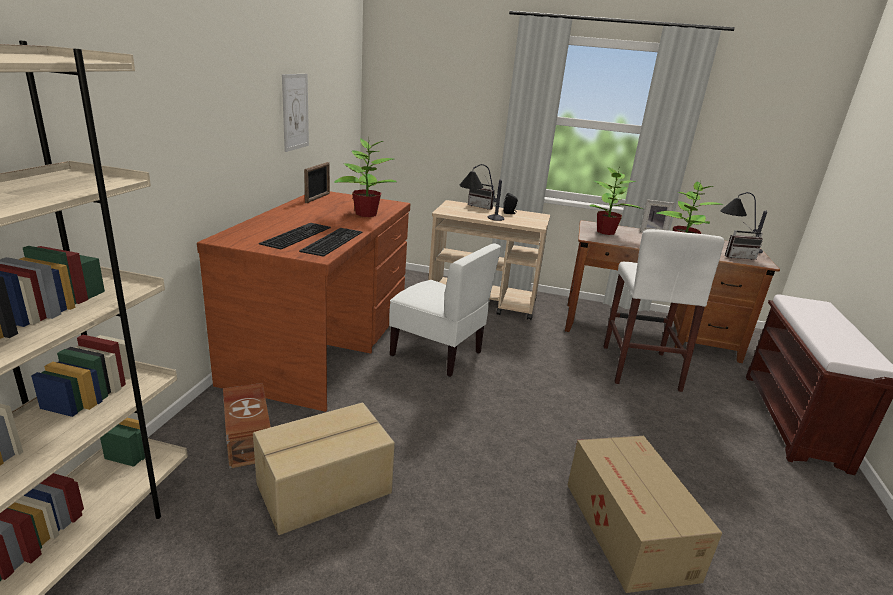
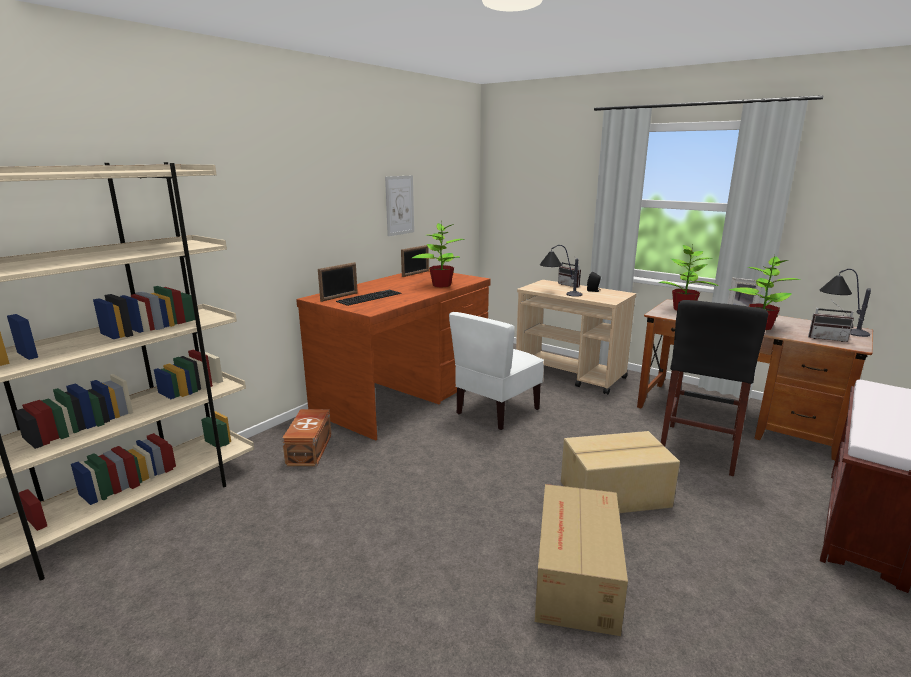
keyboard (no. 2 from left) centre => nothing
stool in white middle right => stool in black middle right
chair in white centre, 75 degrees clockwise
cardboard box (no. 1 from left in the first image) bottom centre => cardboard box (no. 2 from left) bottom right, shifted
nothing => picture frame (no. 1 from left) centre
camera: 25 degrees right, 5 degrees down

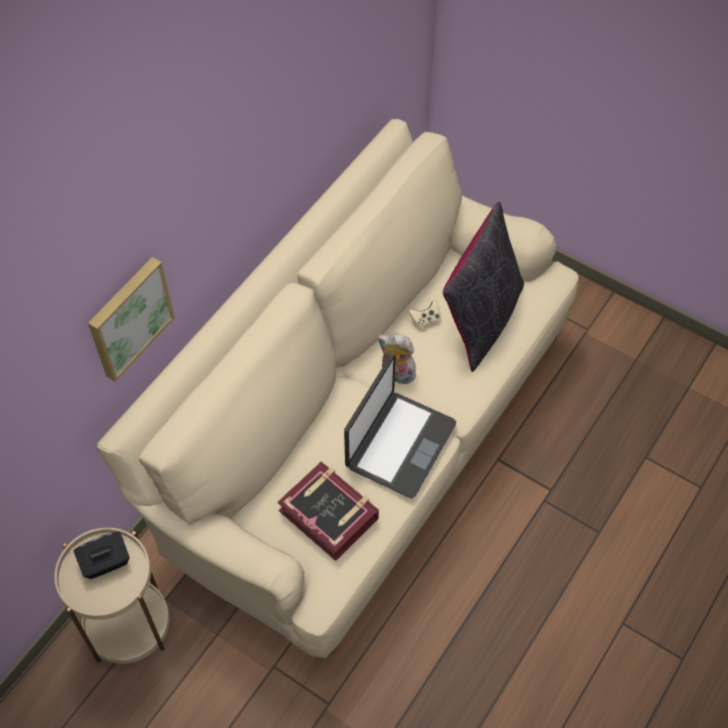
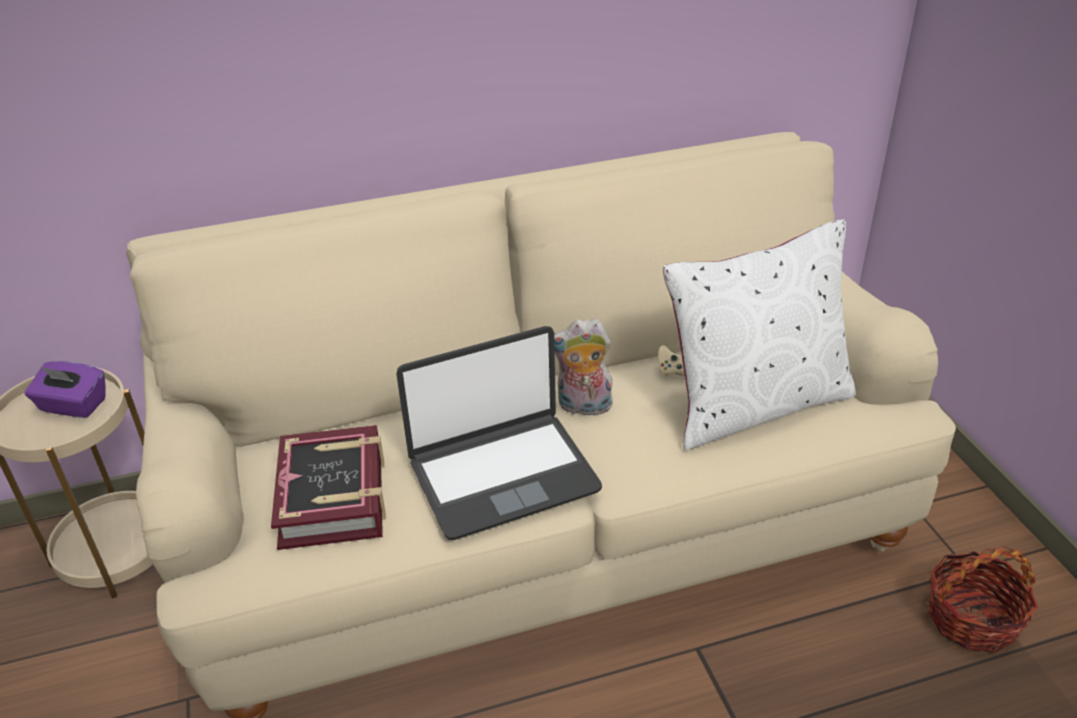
pillow in black centre => pillow in white middle right
picture middle left => nothing
plush toy centre, 60 degrees counterclockwise
tissue box in black bottom left => tissue box in purple middle left
nothing => basket bottom right
camera: 40 degrees right, 20 degrees down

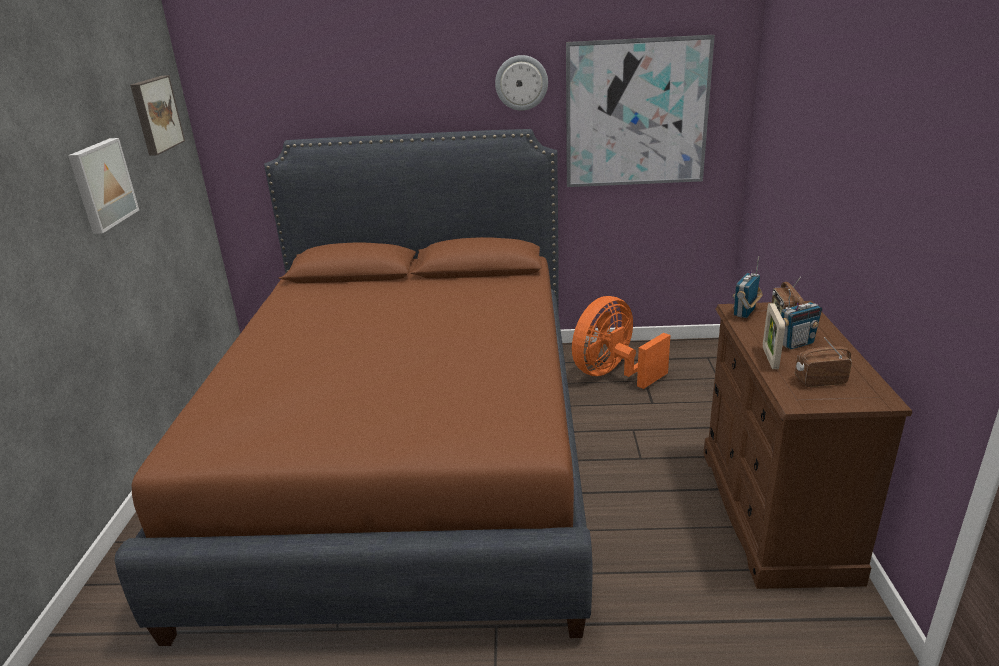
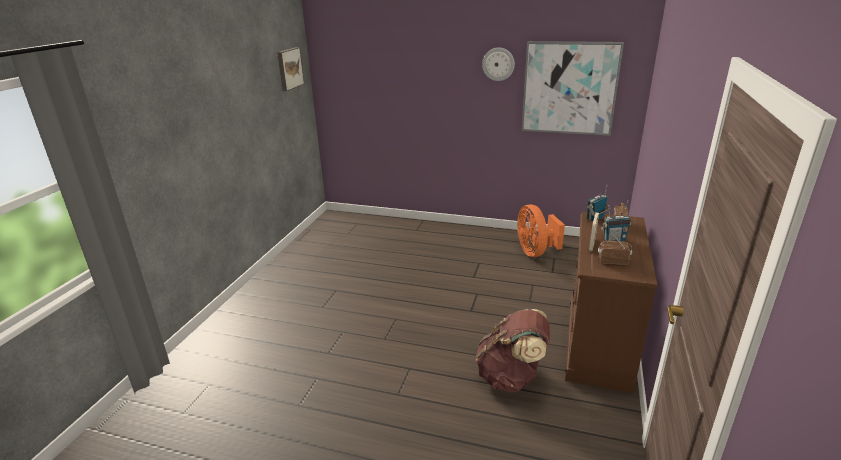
bed in brown centre => nothing
picture (no. 1 from left) top left => nothing
fan in orange centre, 75 degrees counterclockwise
nothing => backpack in brown bottom centre
camera: 15 degrees right, 0 degrees up

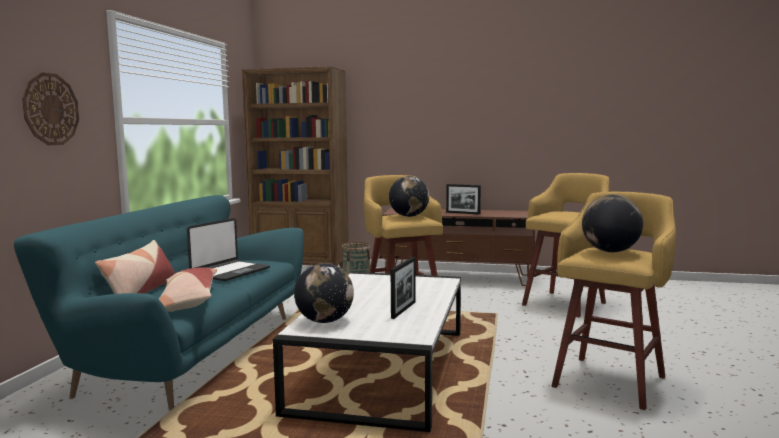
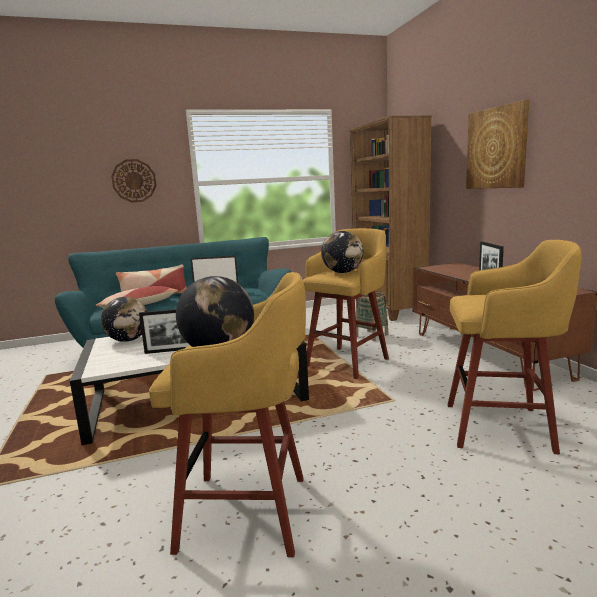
nothing => picture top right
camera: 60 degrees right, 5 degrees up

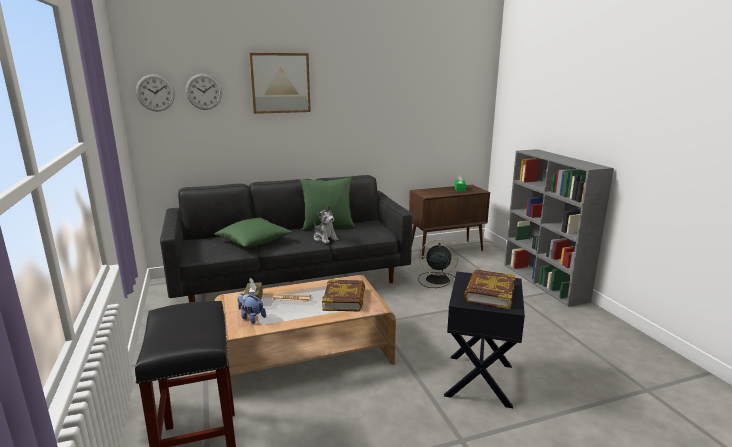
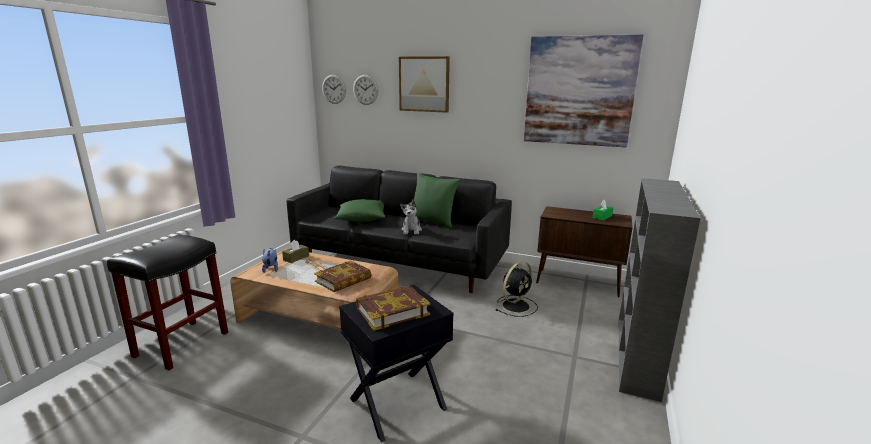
fan in black centre, 90 degrees clockwise
nothing => picture (no. 2 from left) top right
camera: 40 degrees right, 0 degrees up

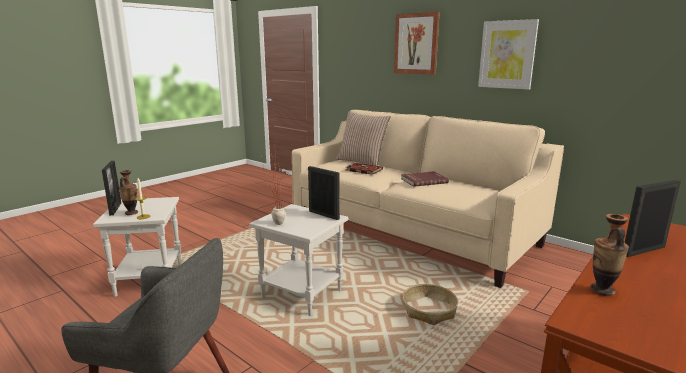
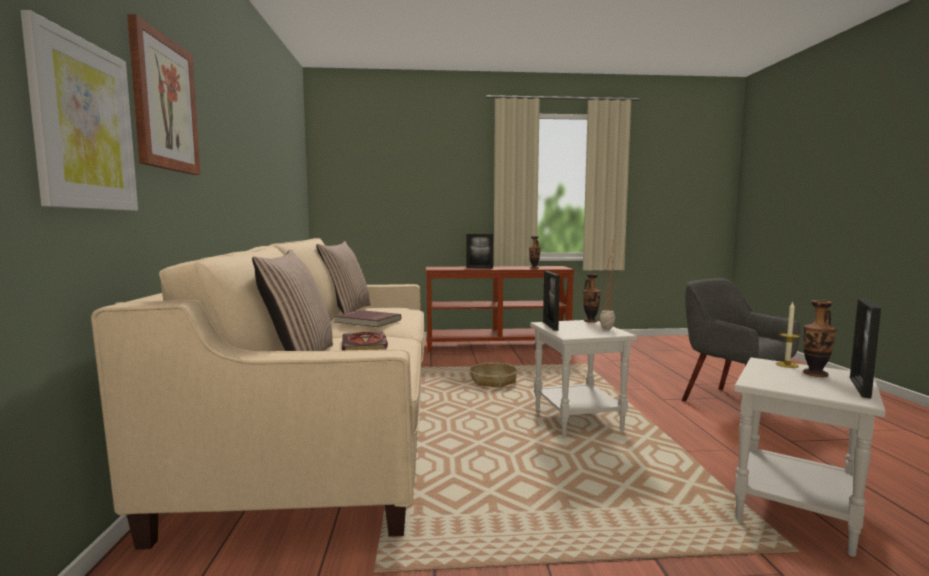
picture (no. 2 from left in the first image) top right => picture (no. 1 from left) top left, shifted
nothing => pillow (no. 2 from left) centre
nothing => vase (no. 2 from left) centre
camera: 135 degrees left, 10 degrees down

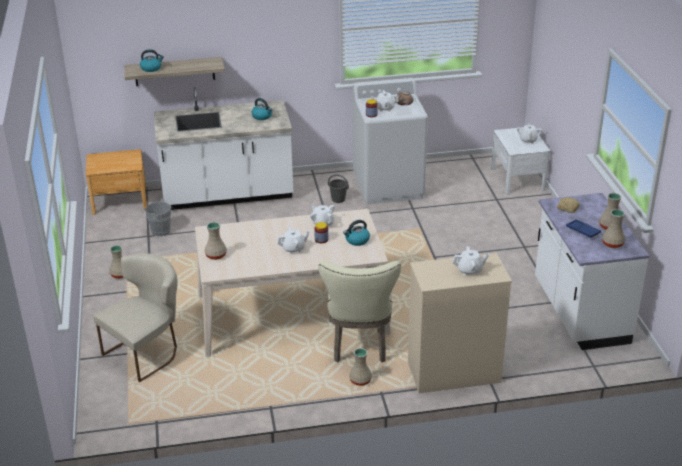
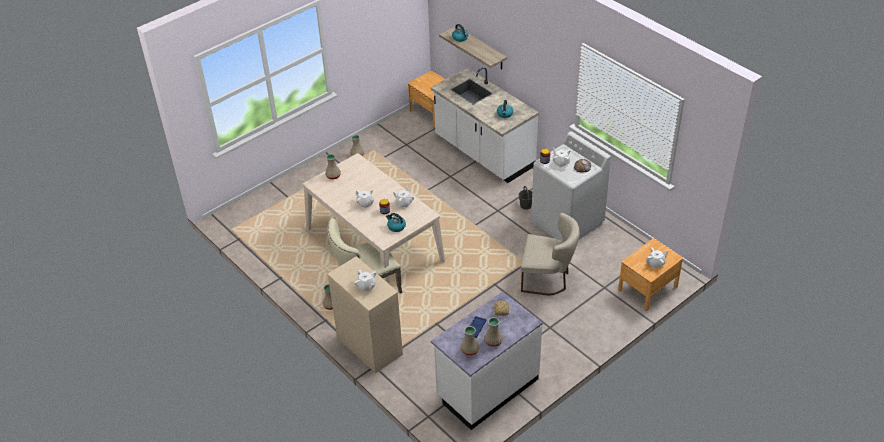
nightstand in white middle right => nightstand in brown (no. 2 from left) middle right
bucket in grey (no. 1 from left) middle left => nothing
chair in beige (no. 1 from left in the first image) bottom left => chair in beige (no. 2 from left) centre, shifted
camera: 60 degrees right, 10 degrees up

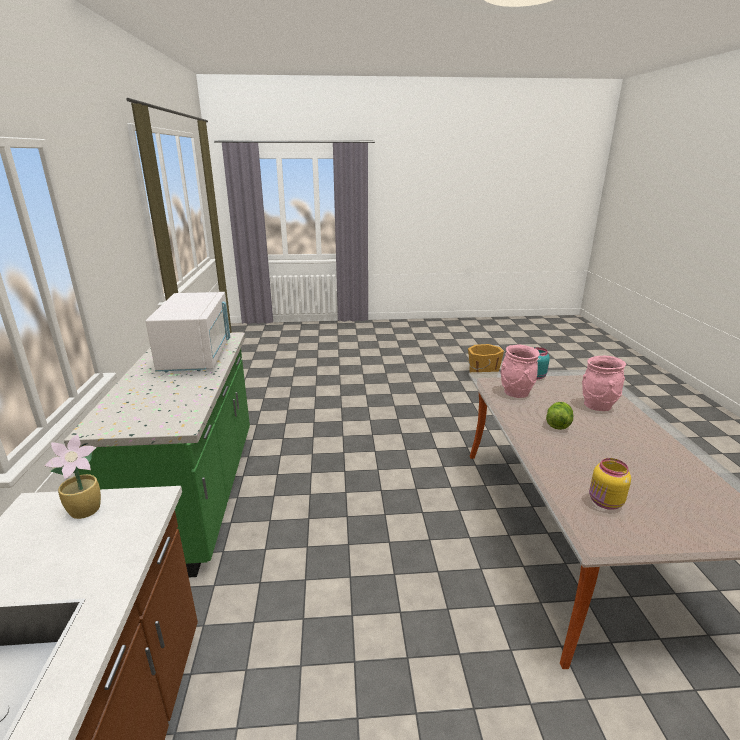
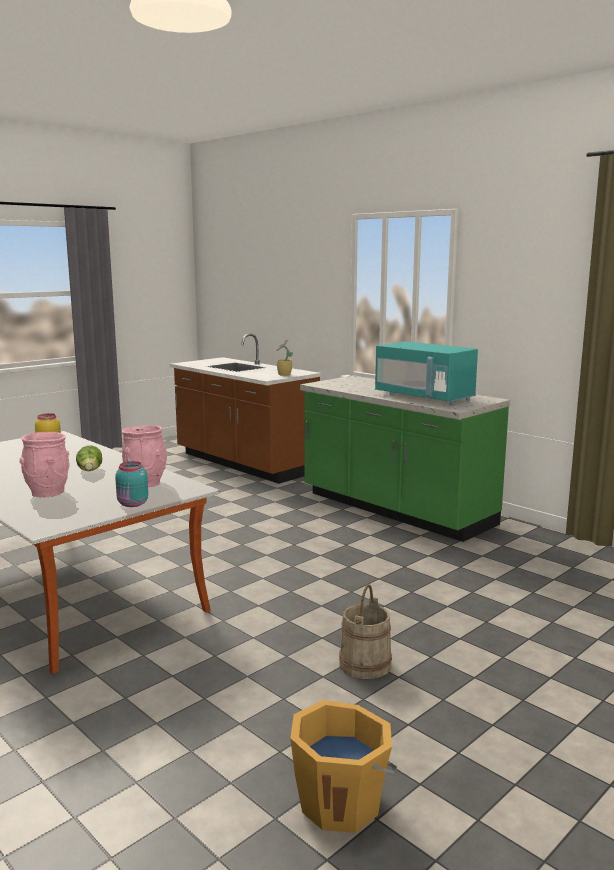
microwave in white middle left => microwave in turquoise middle right
nothing => bucket in beige bottom centre
camera: 140 degrees right, 10 degrees down

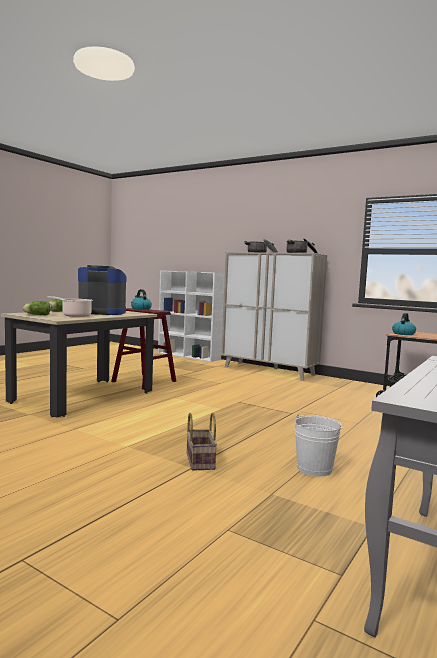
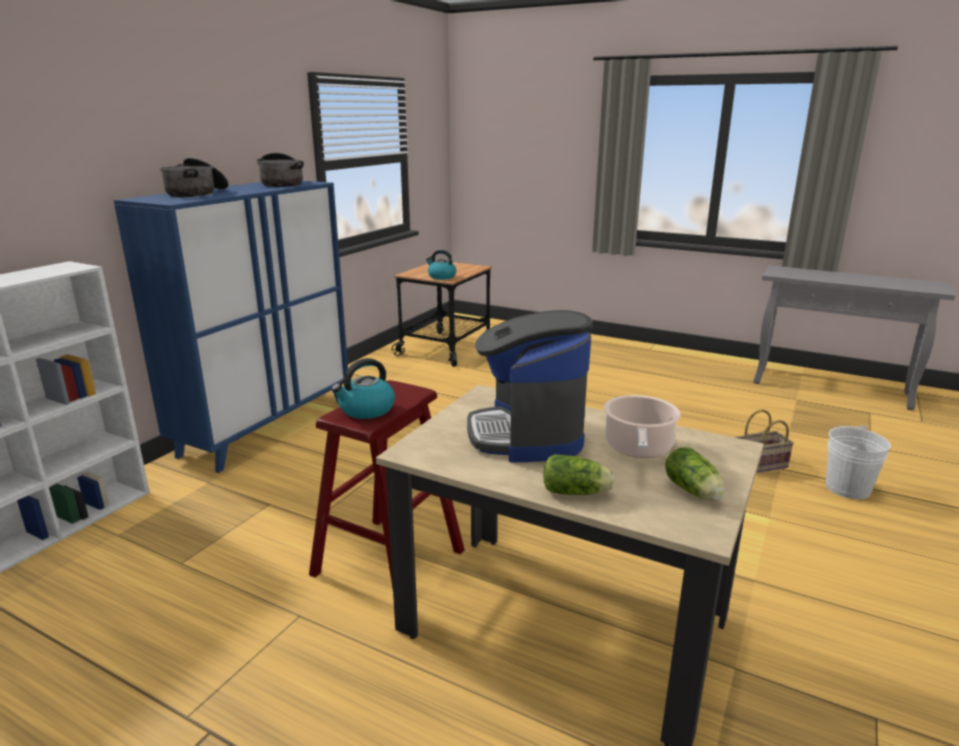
cabinet in beige centre => cabinet in blue middle left
bucket in white bottom right => bucket in white middle right, shifted
camera: 95 degrees left, 15 degrees up

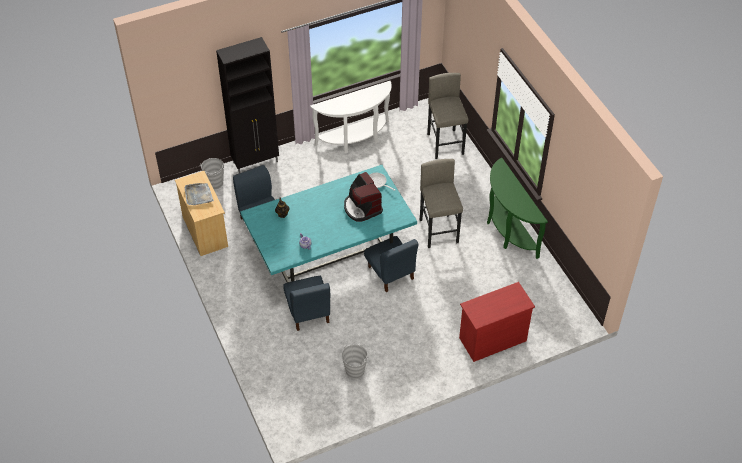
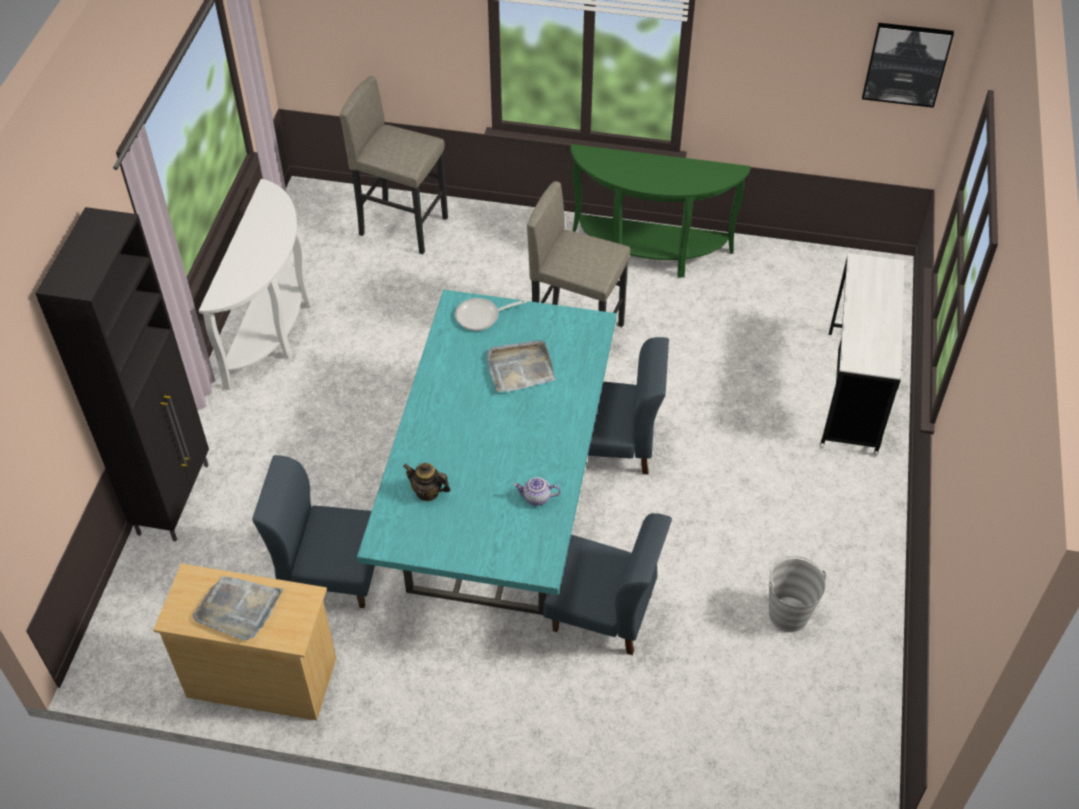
bucket in grey (no. 1 from left) middle left => nothing
coffee machine centre => tray in grey (no. 2 from left) centre
dresser in red bottom right => desk in white middle right
nothing => picture top right
camera: 55 degrees left, 0 degrees up

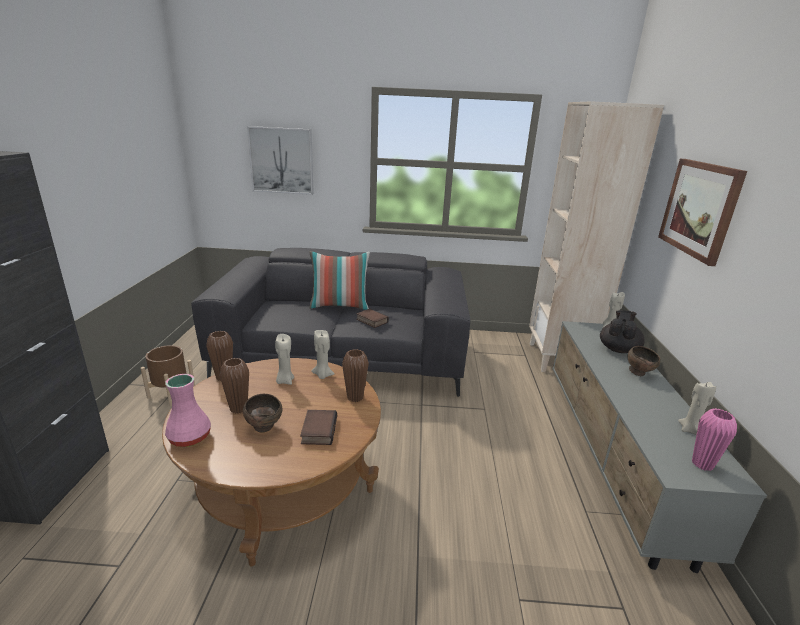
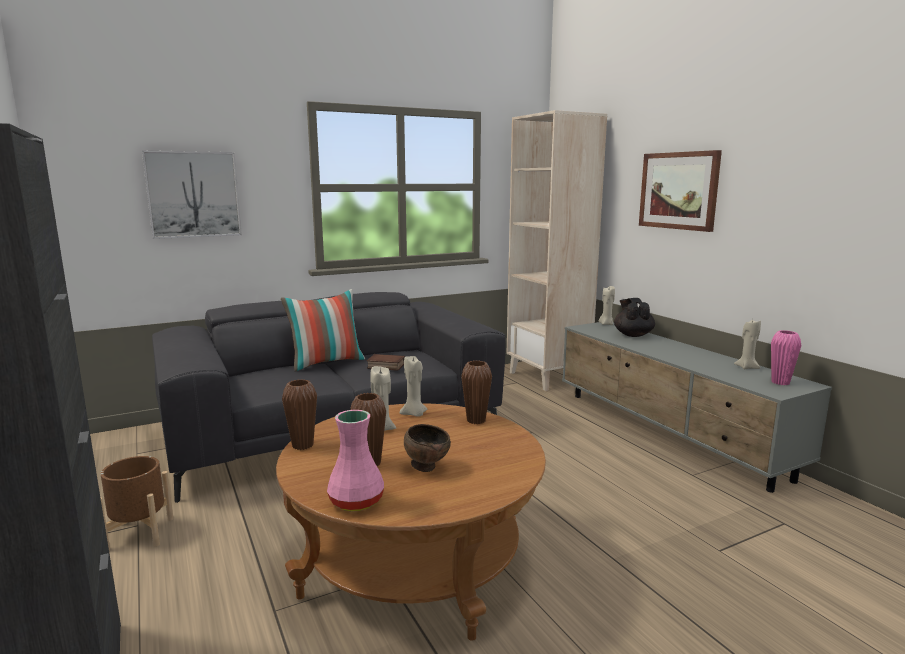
bowl in brown (no. 2 from left) middle right => nothing
book (no. 1 from left) bottom centre => nothing
camera: 30 degrees left, 10 degrees down

